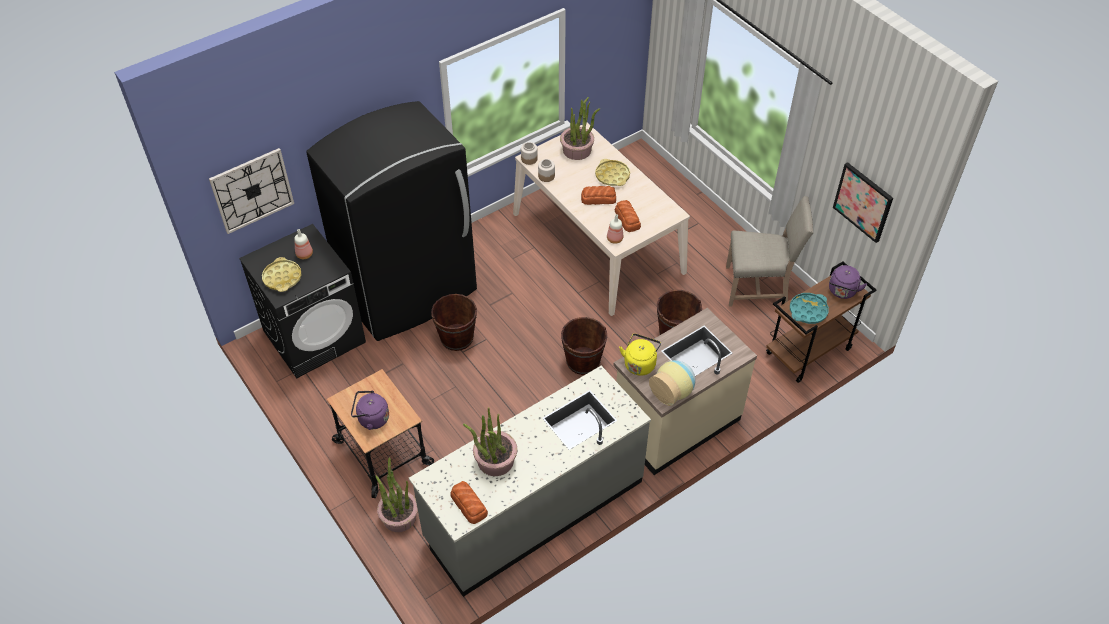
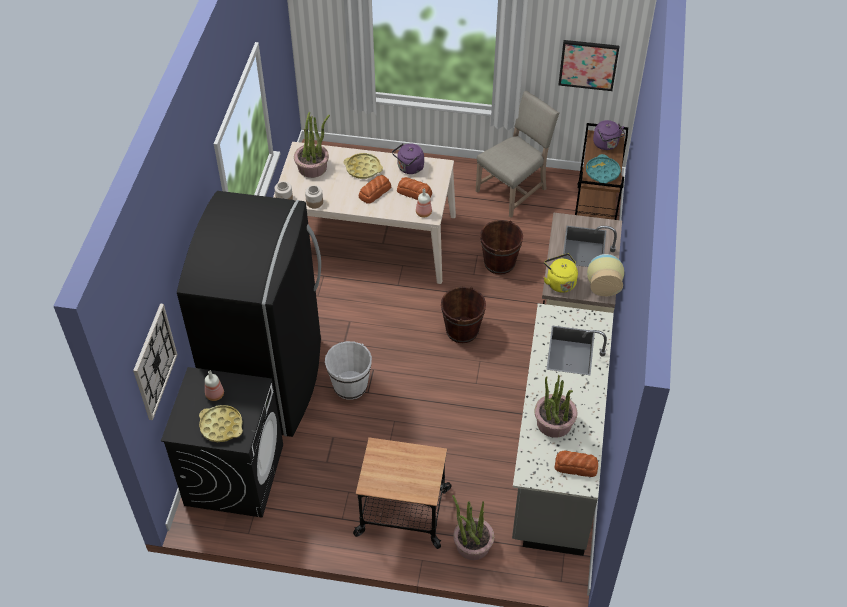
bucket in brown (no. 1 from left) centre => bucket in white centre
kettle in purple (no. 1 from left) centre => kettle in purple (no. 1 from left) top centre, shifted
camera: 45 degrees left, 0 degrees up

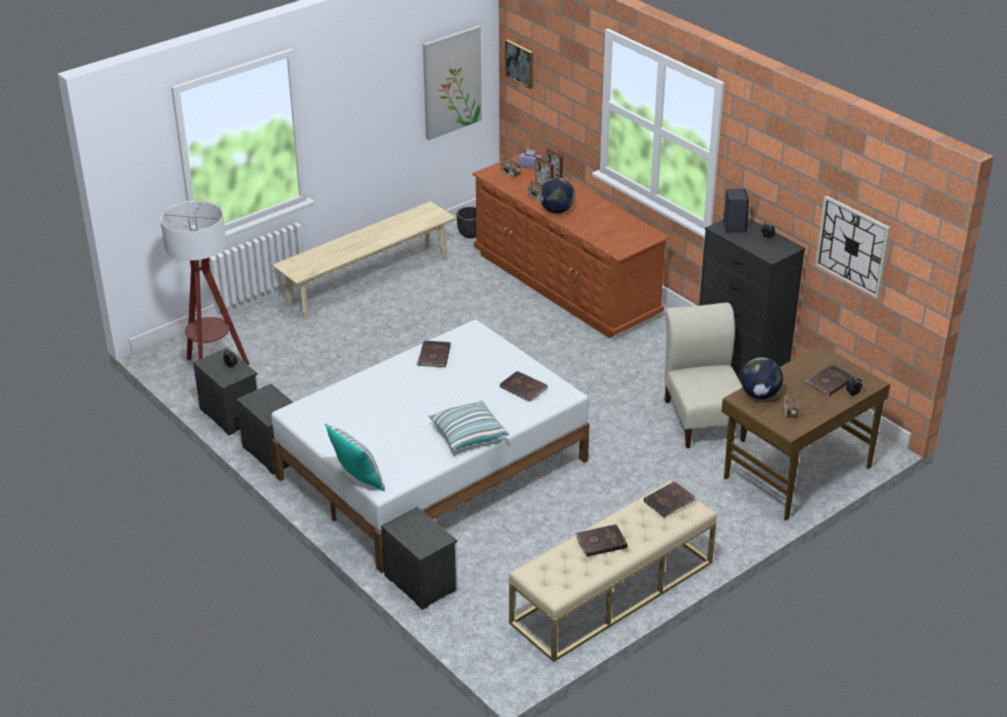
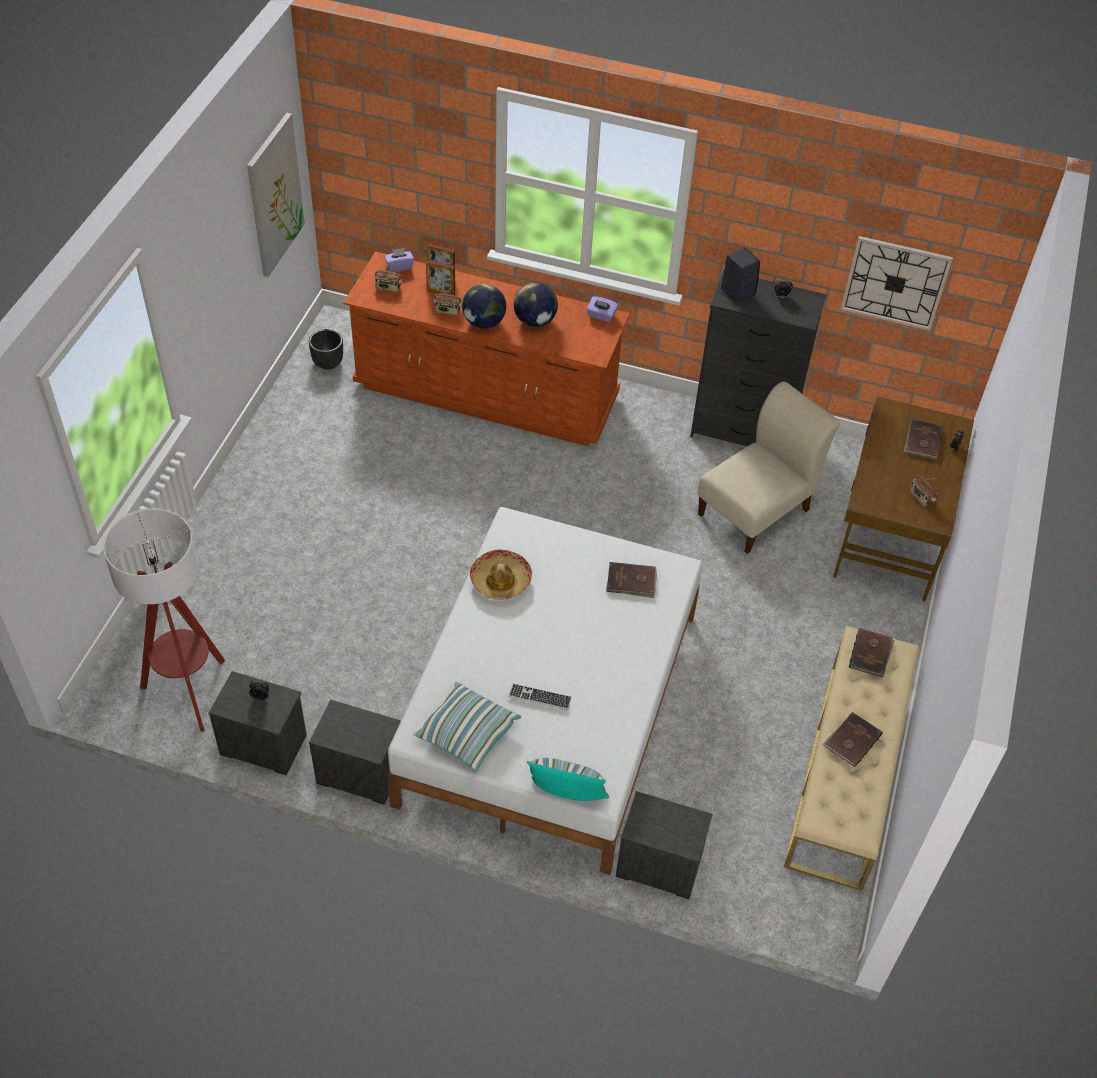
picture (no. 2 from left) top centre => nothing
bench in beige (no. 1 from left) centre => nothing
chair in beige middle right, 90 degrees clockwise
book in brown (no. 1 from left) centre => hat centre
globe (no. 2 from left) middle right => globe (no. 2 from left) top centre, shifted
pillow (no. 2 from left in the first image) centre => pillow (no. 1 from left) bottom centre, shifted
nothing => tissue box in purple (no. 2 from left) top centre
nothing => keyboard centre
camera: 35 degrees left, 15 degrees up

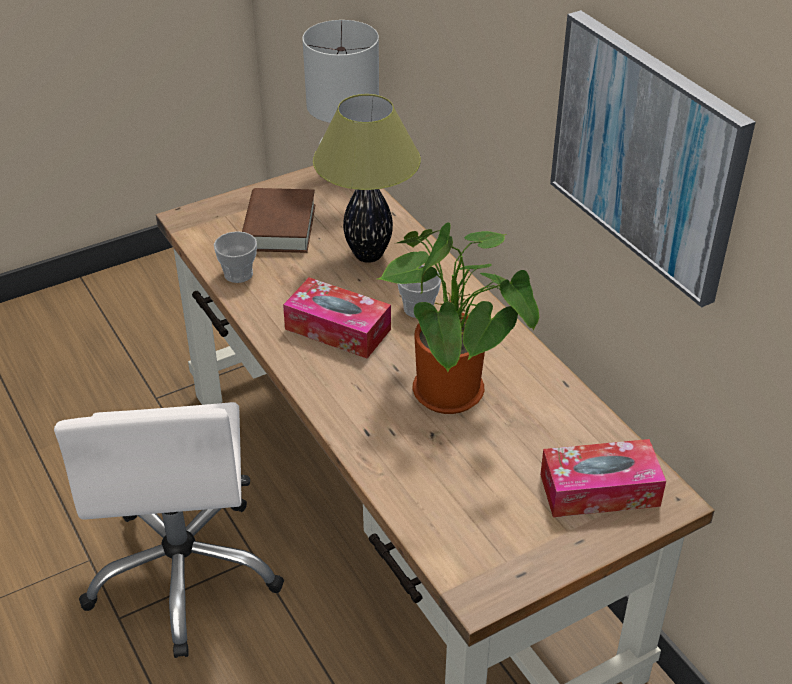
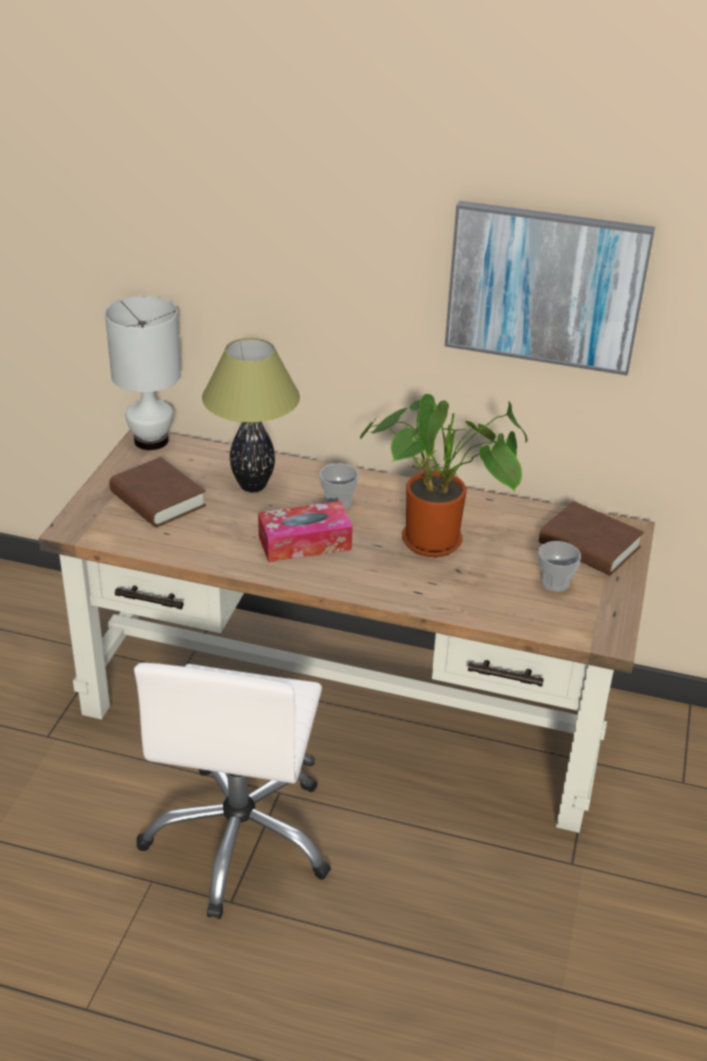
cup (no. 1 from left in the first image) middle left => cup (no. 2 from left) middle right, shifted
office chair in white bottom left, 60 degrees clockwise
tissue box (no. 2 from left) bottom right => book in brown (no. 2 from left) middle right
camera: 45 degrees left, 5 degrees down

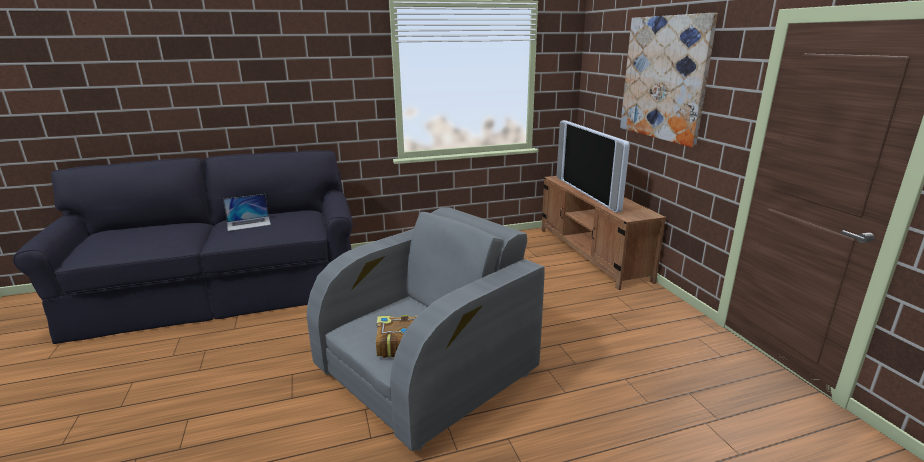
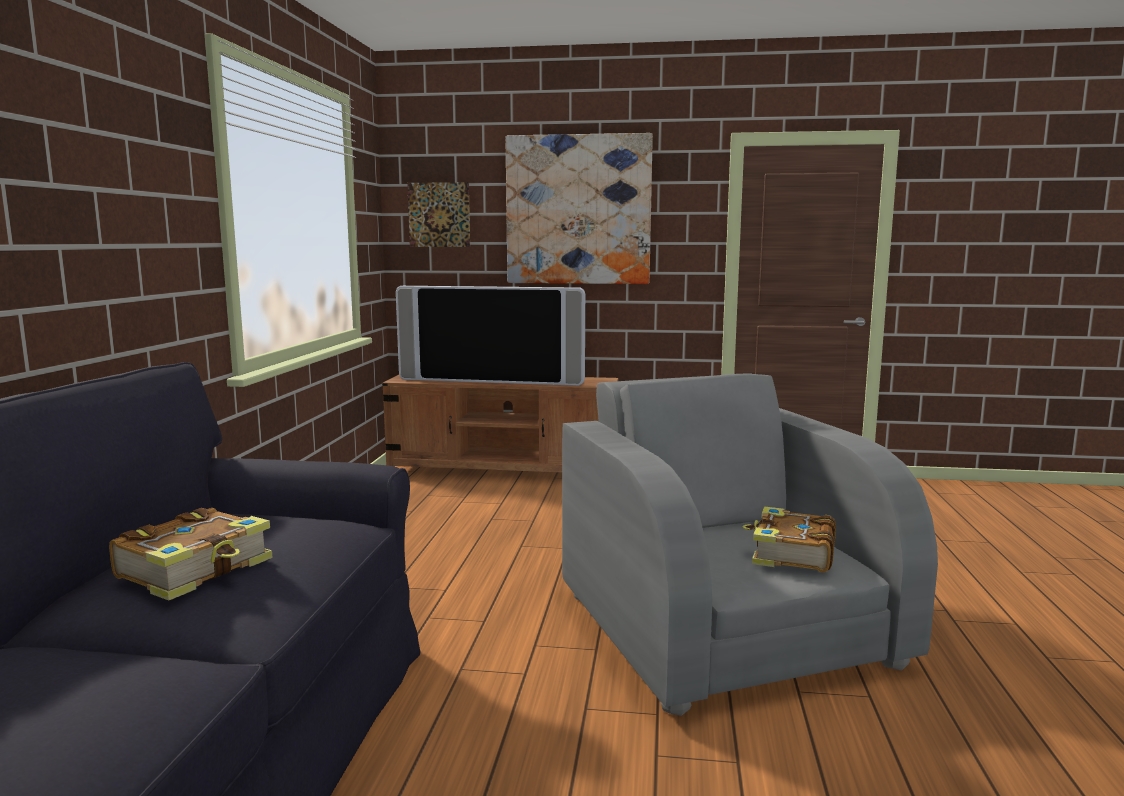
laptop middle left => book (no. 1 from left) bottom left
nothing => picture (no. 1 from left) top centre
camera: 65 degrees left, 10 degrees down

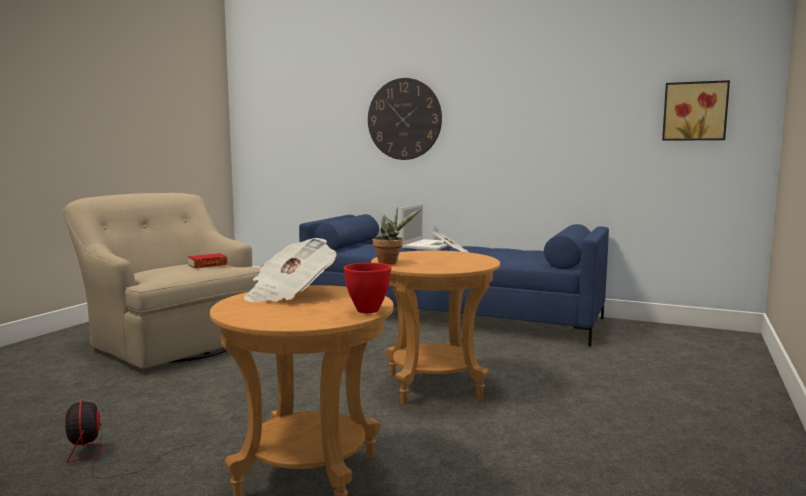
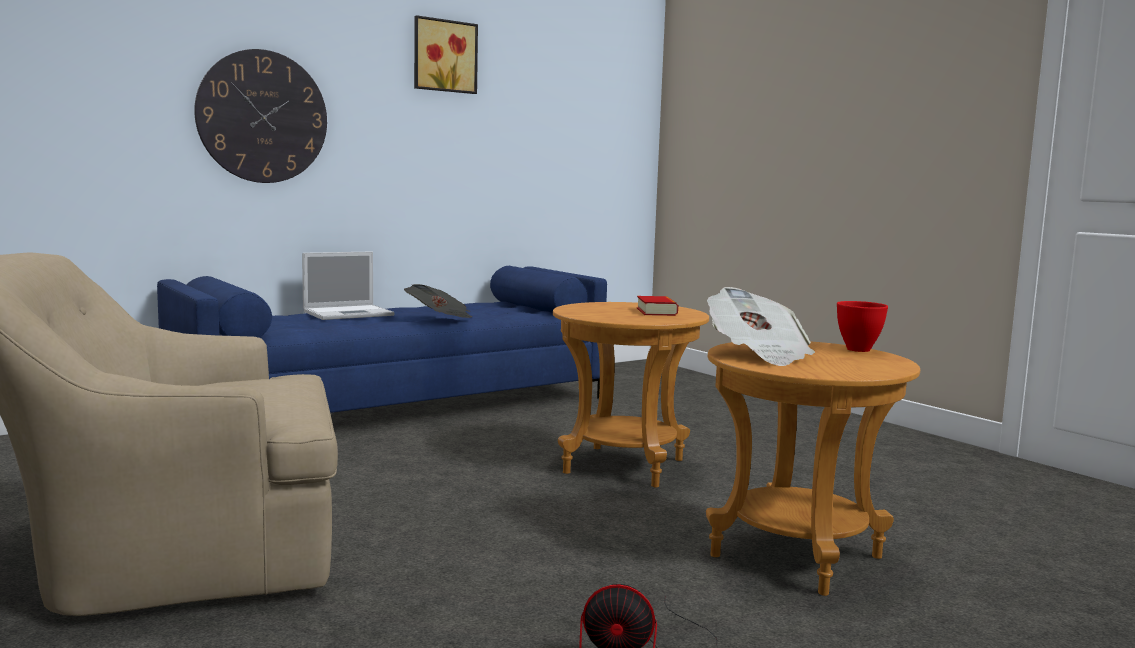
picture top right => picture top centre, shifted
laptop centre => laptop middle left, 90 degrees clockwise
potted plant centre => nothing
book middle left => book centre, shifted
camera: 60 degrees left, 0 degrees up

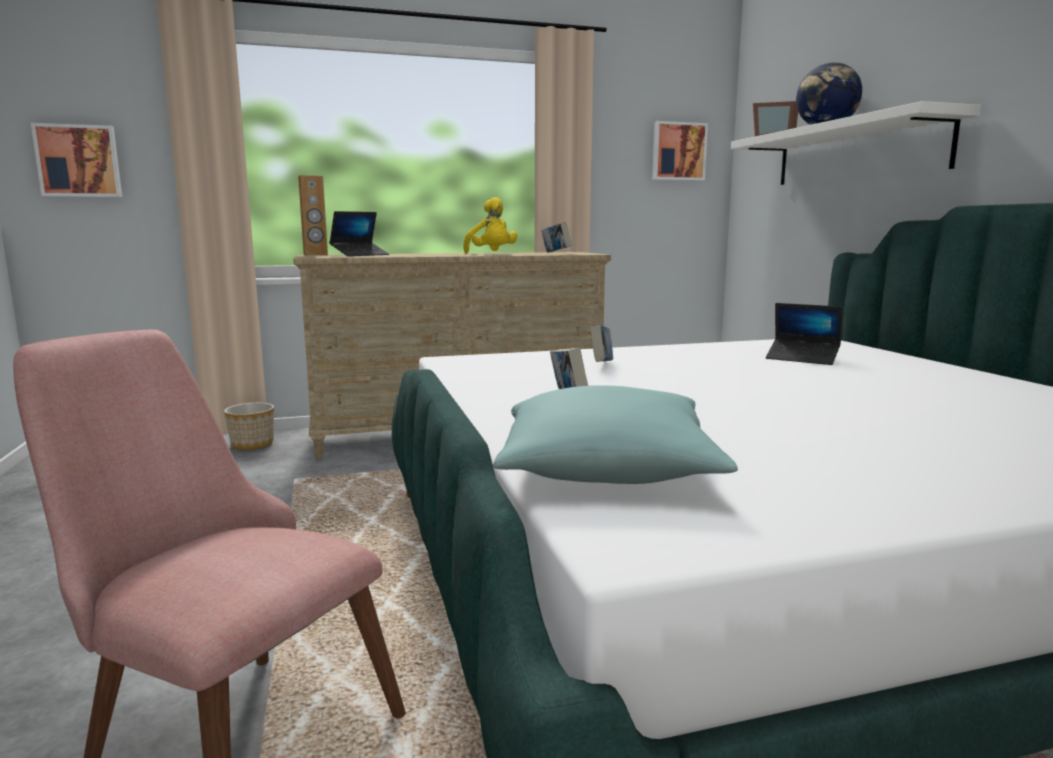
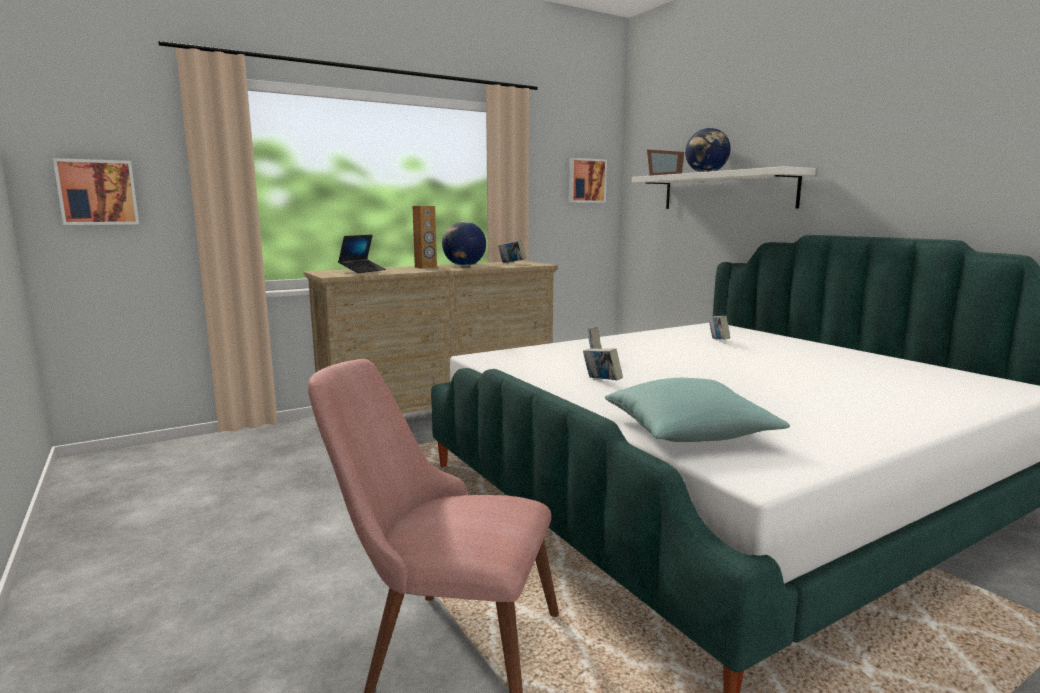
speaker in brown top left => speaker in brown centre, shifted
plush toy in yellow top centre => globe (no. 1 from left) centre
laptop (no. 2 from left) middle right => book (no. 4 from left) middle right
planter middle left => nothing
camera: 15 degrees left, 0 degrees up

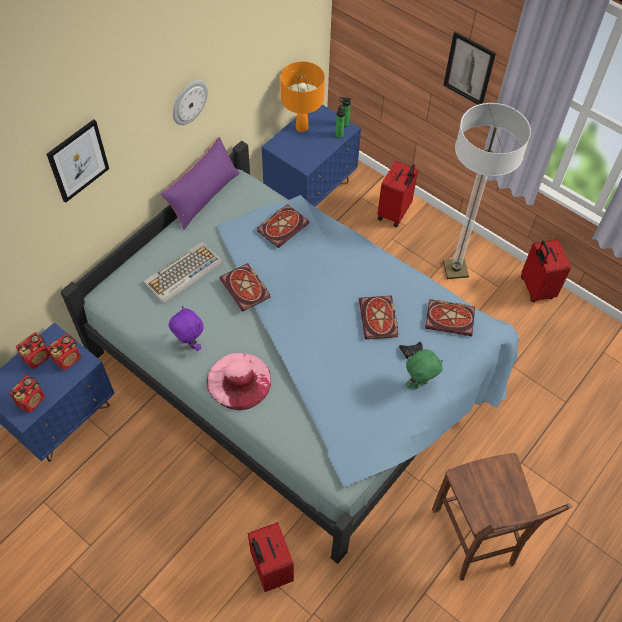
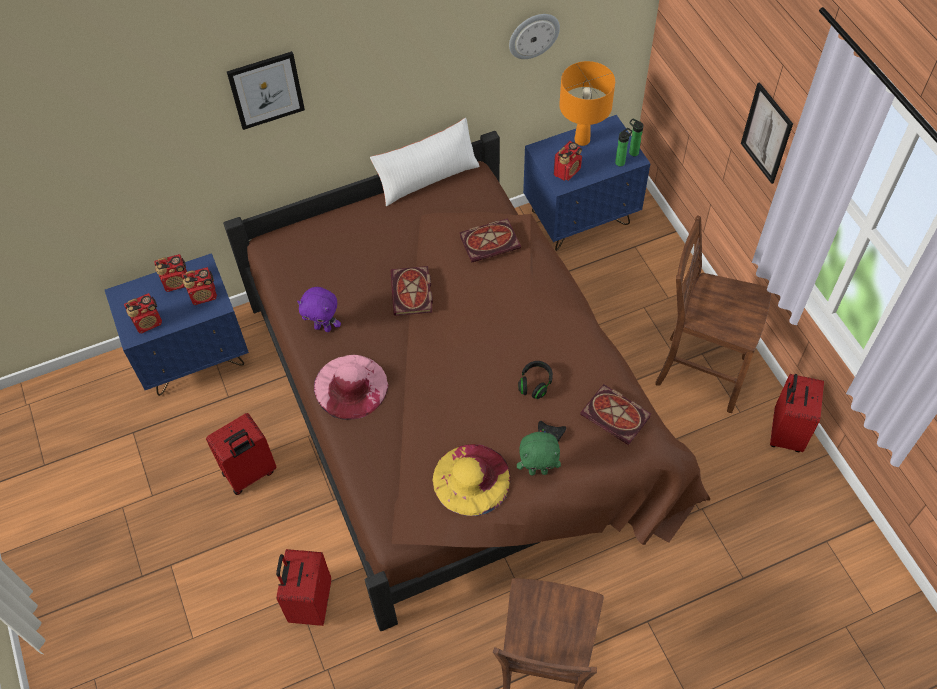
wall clock top left => wall clock top centre, shifted
floor lamp top right => chair in brown (no. 2 from left) middle right
pillow in purple top left => pillow in white top centre
bed in blue centre => bed in brown centre
suitcase in red (no. 2 from left in the first image) top centre => suitcase in red (no. 1 from left) middle left, shifted
keyboard middle left => nothing
book (no. 3 from left) centre => headphones in black centre
plush toy in purple middle left => plush toy in purple centre, 120 degrees clockwise
nothing => radio (no. 4 from left) top centre
nothing => hat in yellow bottom centre
camera: 30 degrees right, 0 degrees up

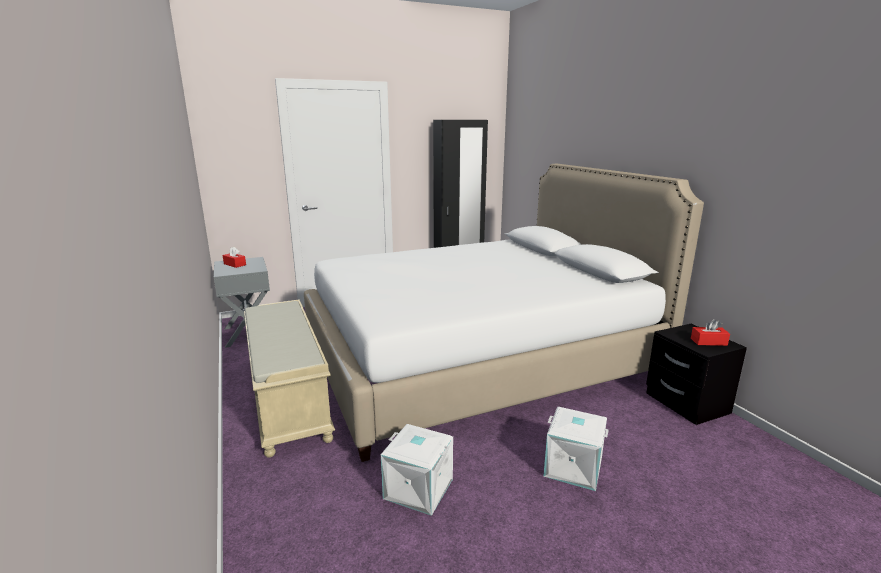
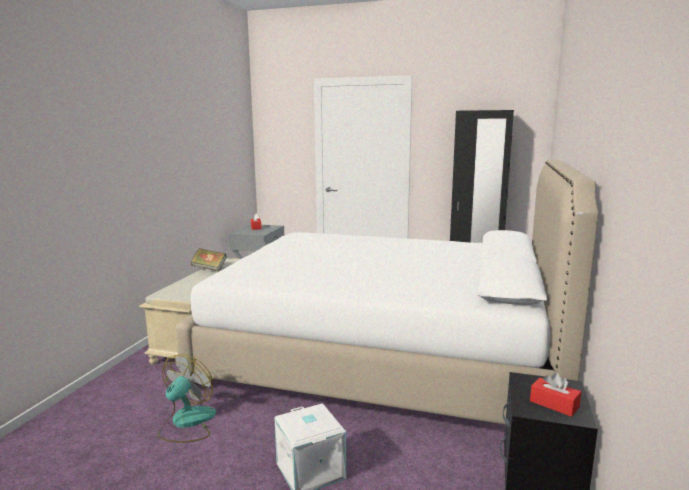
storage box in white (no. 1 from left) bottom centre => fan bottom left
nothing => book middle left
camera: 40 degrees right, 5 degrees down

